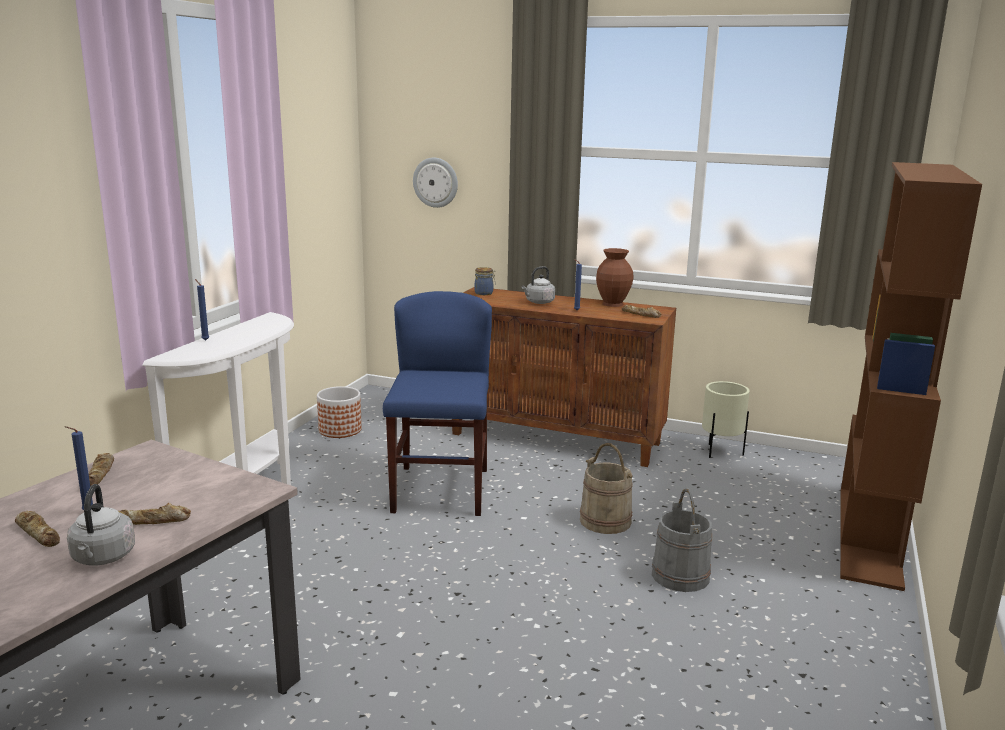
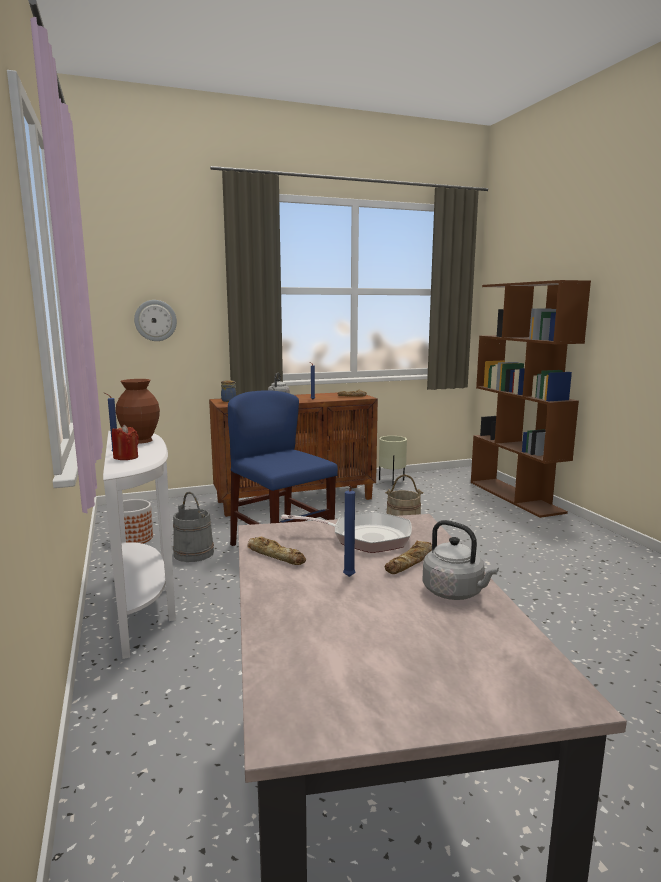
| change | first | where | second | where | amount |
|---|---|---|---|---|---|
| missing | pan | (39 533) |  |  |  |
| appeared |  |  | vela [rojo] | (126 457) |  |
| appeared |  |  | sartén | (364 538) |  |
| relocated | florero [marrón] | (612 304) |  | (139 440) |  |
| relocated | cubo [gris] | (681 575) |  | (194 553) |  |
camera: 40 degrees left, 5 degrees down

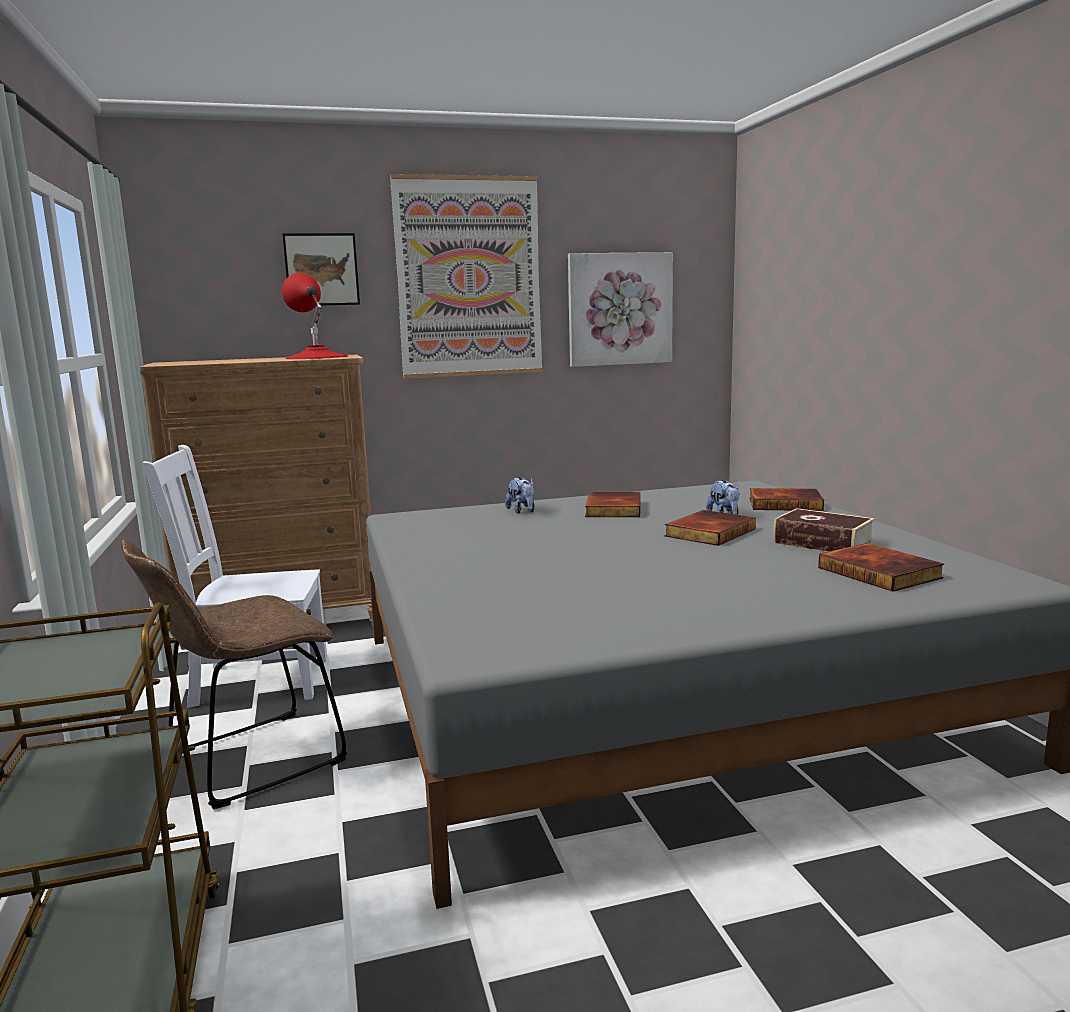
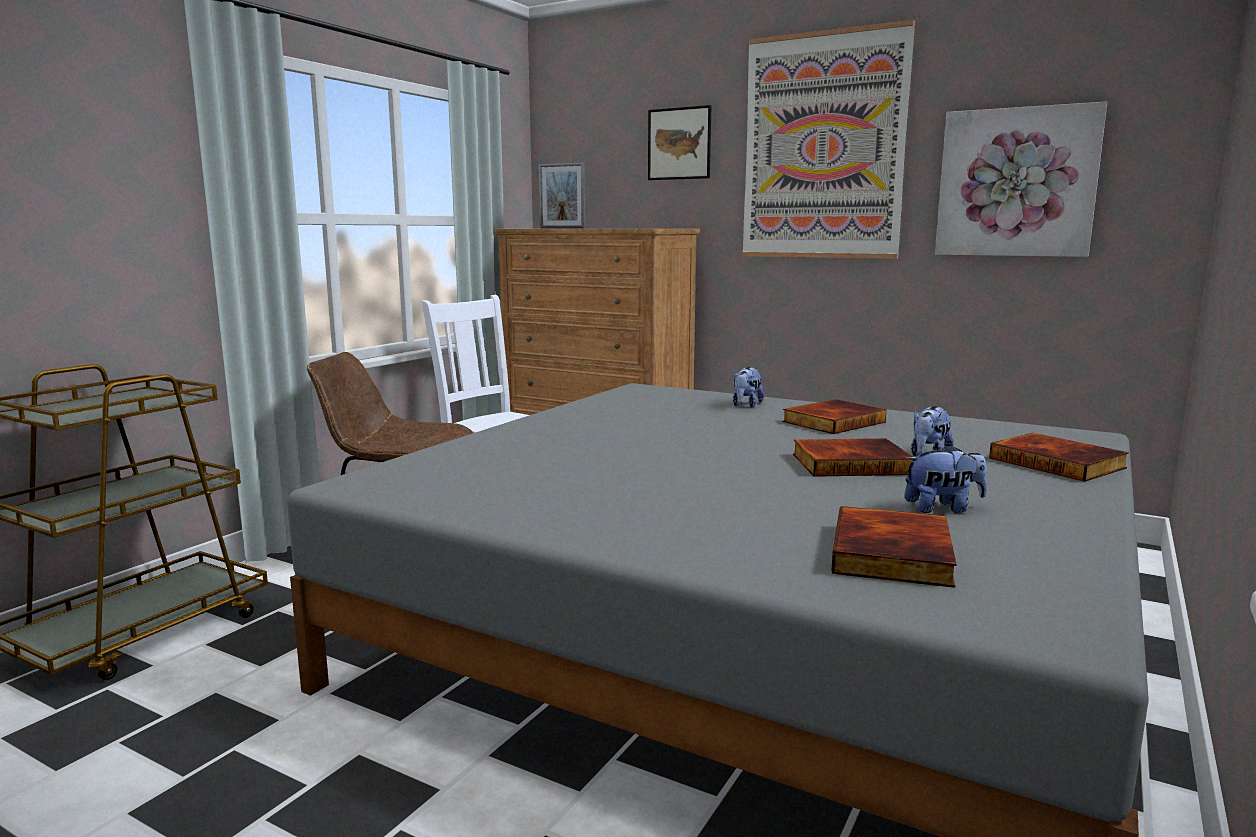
| change | first | where | second | where | amount |
|---|---|---|---|---|---|
| missing | lámpara de mesa [rojo] | (316 357) |  |  |  |
| appeared |  |  | portarretratos | (562 228) |  |
| exchanged | libro | (822 543) | peluche | (943 508) |  |
camera: 45 degrees right, 0 degrees up

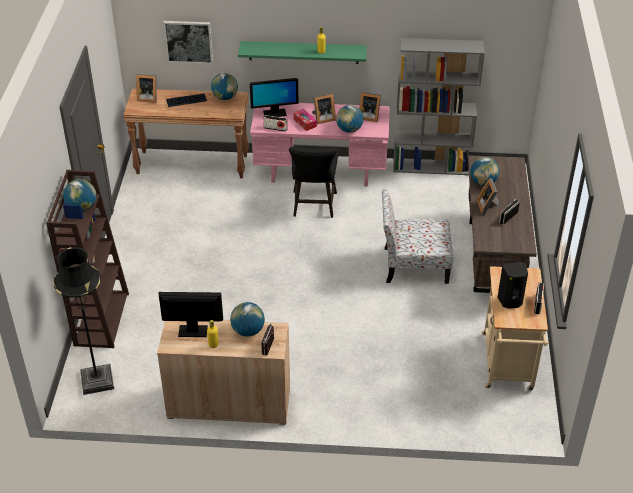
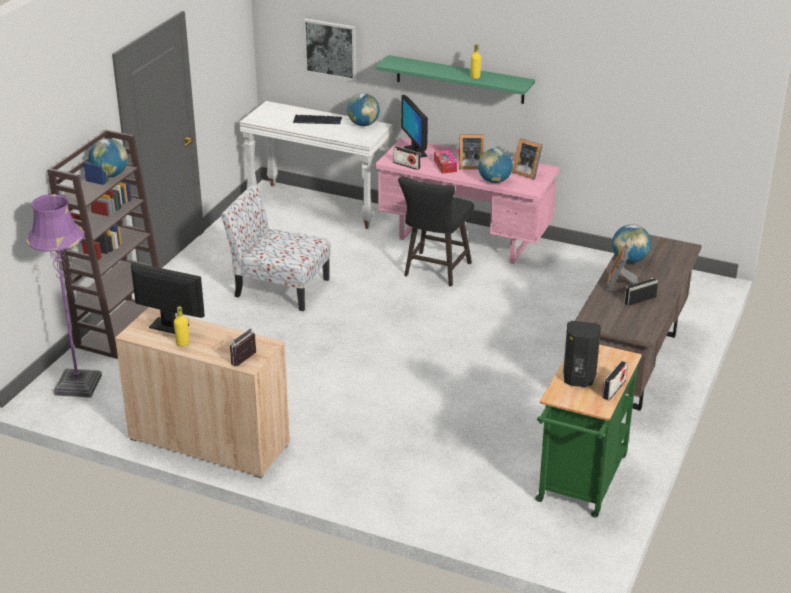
| change | first | where | second | where | amount |
|---|---|---|---|---|---|
| missing | portarretratos | (147 98) |  |  |  |
| missing | globo terráqueo | (248 331) |  |  |  |
| missing | estantería [gris] | (431 166) |  |  |  |
| relocated | silla | (413 265) |  | (279 287) |  |
| colour | lámpara de pie [negro] | (97 380) | lámpara de pie [morado] | (78 385) |  |
| colour | mesa consola [marrón] | (192 164) | mesa consola [blanco] | (319 206) |  |
| colour | carrito [beis] | (507 366) | carrito [verde] | (580 484) |  |
| spun | monitor | (274 113) |  | (415 151) | 60 degrees clockwise |
camera: 20 degrees right, 10 degrees down

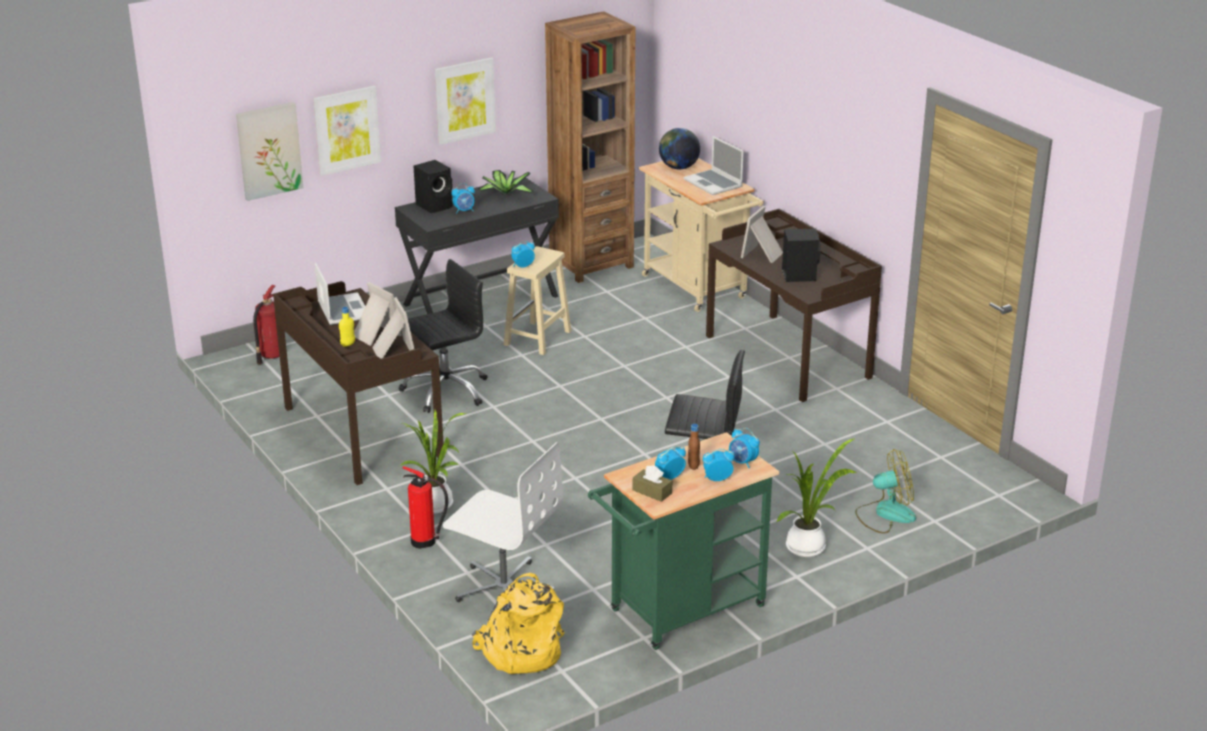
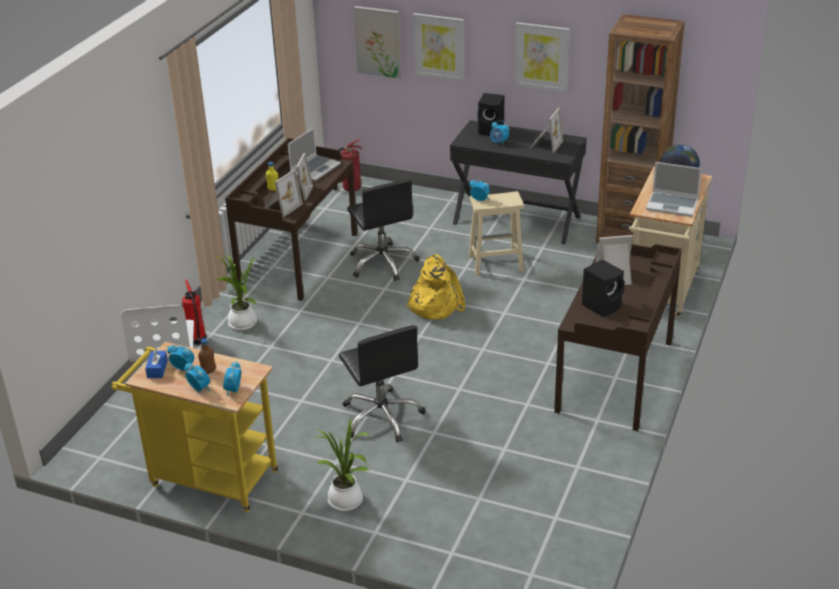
| change | first | where | second | where | amount |
|---|---|---|---|---|---|
| missing | ventilador | (885 514) |  |  |  |
| relocated | mochila [amarillo] | (520 651) |  | (434 305) |  |
| exchanged | planta en maceta | (504 194) | portarretratos | (546 144) |  |
| colour | carrito [verde] | (679 612) | carrito [amarillo] | (207 477) |  |
| colour | caja de pañuelos [marrón] | (652 492) | caja de pañuelos [azul] | (157 369) |  |
| spun | silla de oficina [negro] | (446 390) |  | (383 263) | 45 degrees clockwise |
| spun | portátil | (714 183) |  | (673 205) | 90 degrees counterclockwise |
camera: 55 degrees right, 5 degrees up

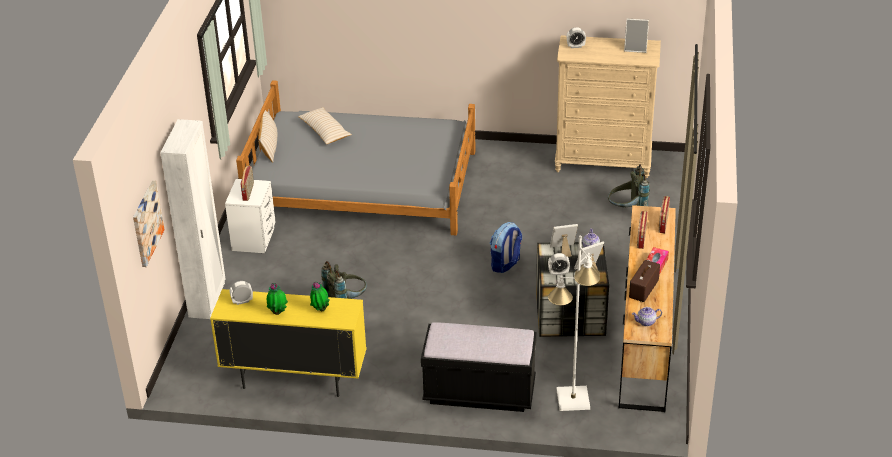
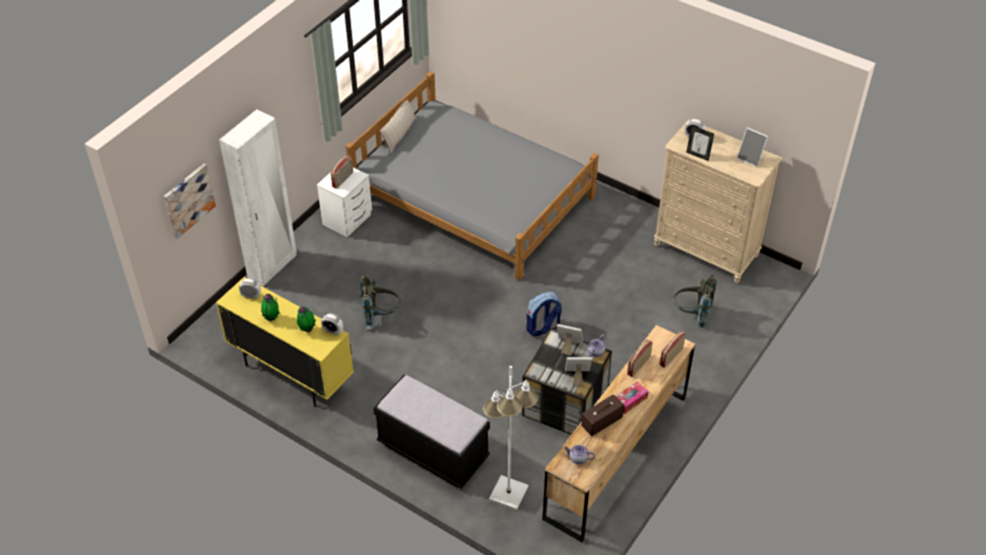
| change | first | where | second | where | amount |
|---|---|---|---|---|---|
| missing | cojín [beis] | (325 131) |  |  |  |
| appeared |  |  | portarretratos | (698 155) |  |
| relocated | despertador | (558 273) |  | (333 331) |  |
camera: 25 degrees right, 10 degrees up

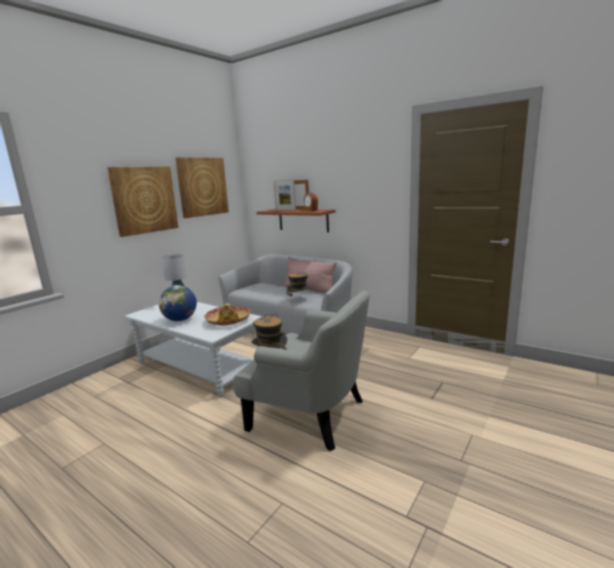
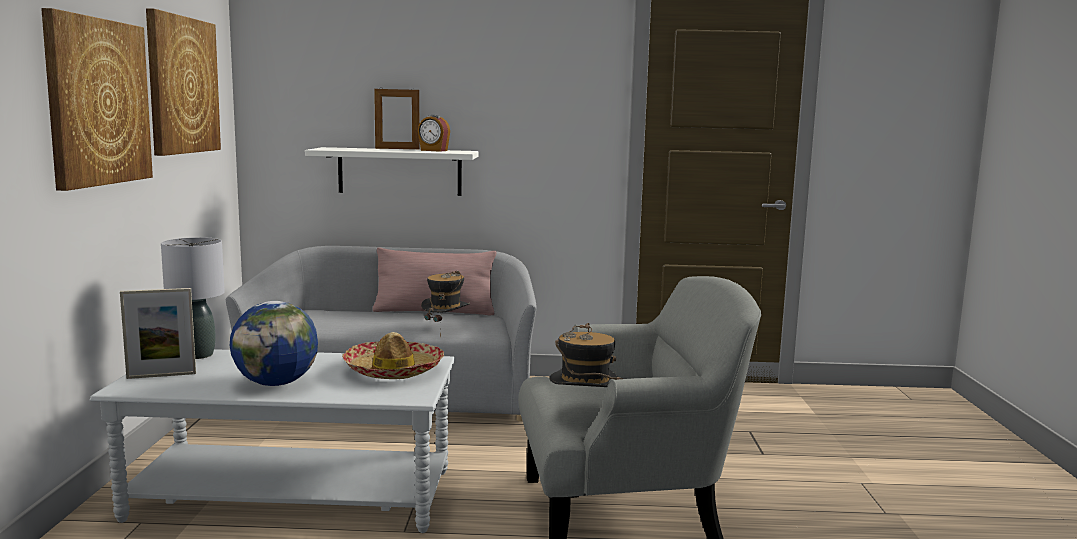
| change | first | where | second | where | amount |
|---|---|---|---|---|---|
| relocated | portarretratos | (285 210) |  | (161 375) |  |
| colour | estante [marrón] | (303 220) | estante [blanco] | (400 171) |  |
camera: 35 degrees left, 5 degrees down

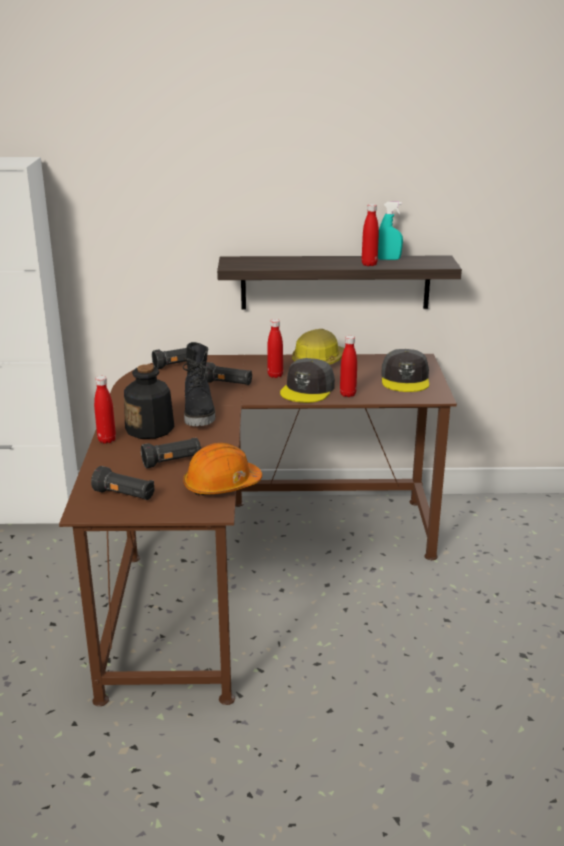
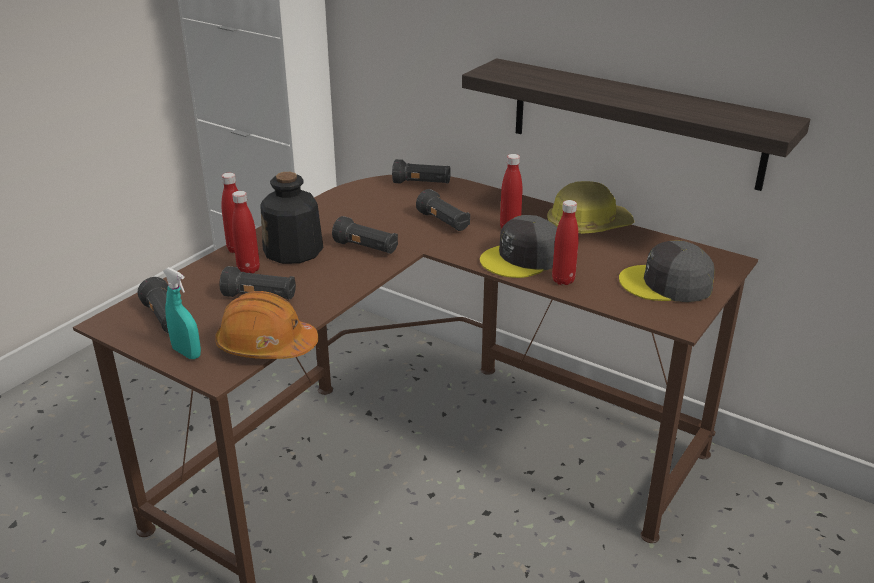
| change | first | where | second | where | amount |
|---|---|---|---|---|---|
| relocated | botella [rojo] | (369 264) |  | (248 270) |  |
| relocated | pulverizador [turquesa] | (389 259) |  | (187 353) |  |
| exchanged | bota [negro] | (199 413) | linterna [negro] | (366 248) |  |
| spun | gorra [gris] | (405 379) |  | (667 284) | 60 degrees clockwise |
camera: 35 degrees right, 5 degrees up

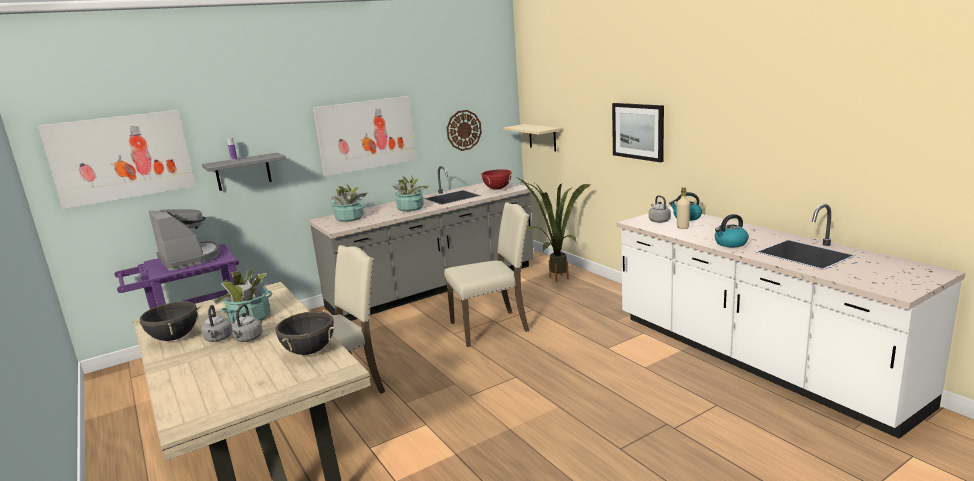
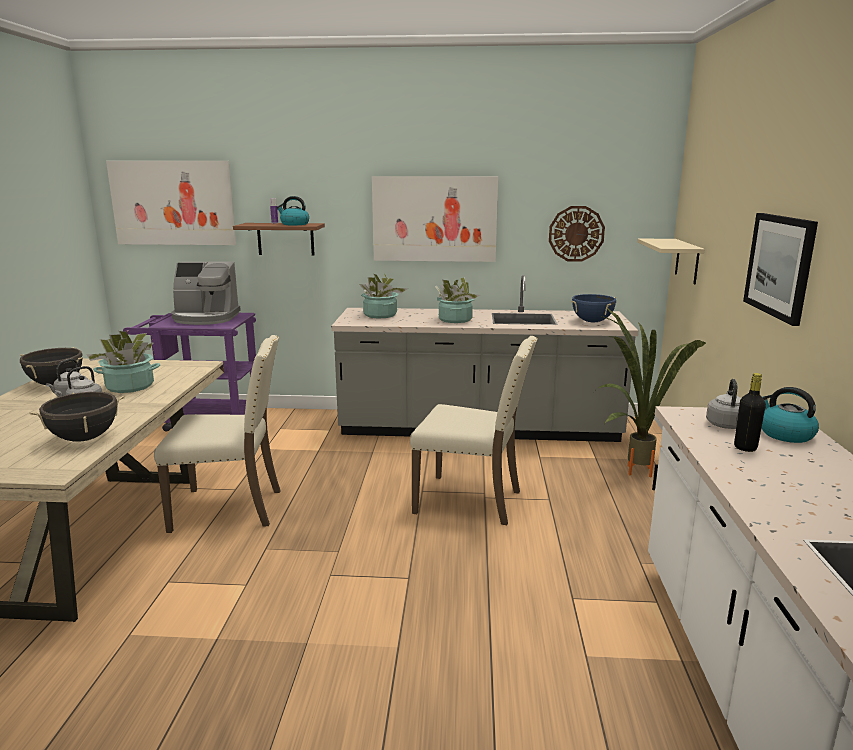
| change | first | where | second | where | amount |
|---|---|---|---|---|---|
| relocated | hervidor | (730 243) |  | (294 224) |  |
| colour | estante [gris] | (243 172) | estante [marrón] | (285 239) |  |
| colour | olla [rojo] | (497 189) | olla [azul] | (592 321) |  |
| colour | botella [beis] | (682 227) | botella [negro] | (745 447) |  |
| spun | cafetera | (189 258) |  | (205 318) | 90 degrees clockwise |
camera: 35 degrees right, 0 degrees up

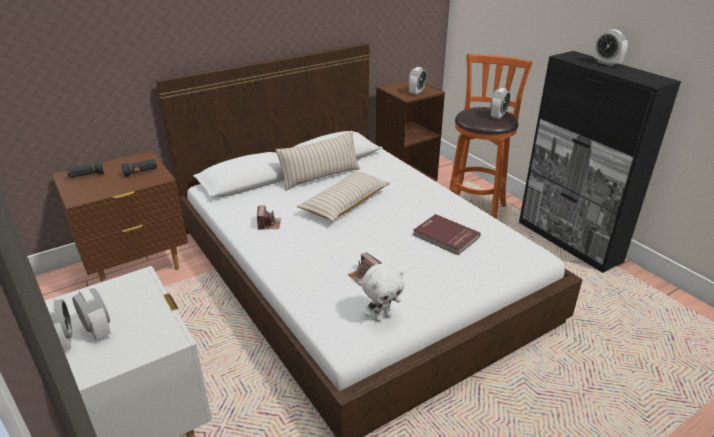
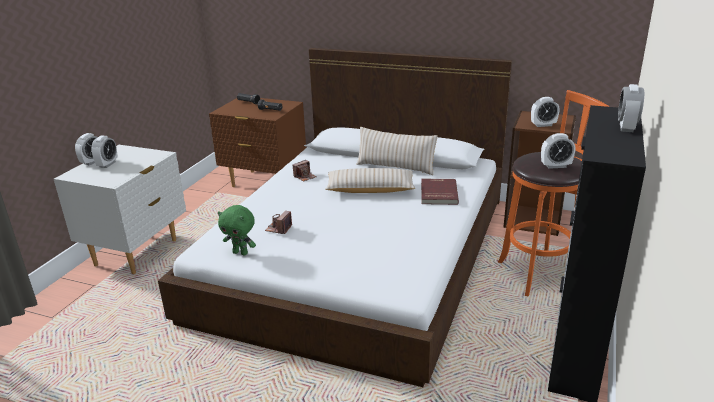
| change | first | where | second | where | amount |
|---|---|---|---|---|---|
| relocated | libro [rojo] | (445 236) |  | (438 193) |  |
| colour | peluche [blanco] | (381 317) | peluche [verde] | (241 253) |  |
camera: 55 degrees right, 5 degrees down

